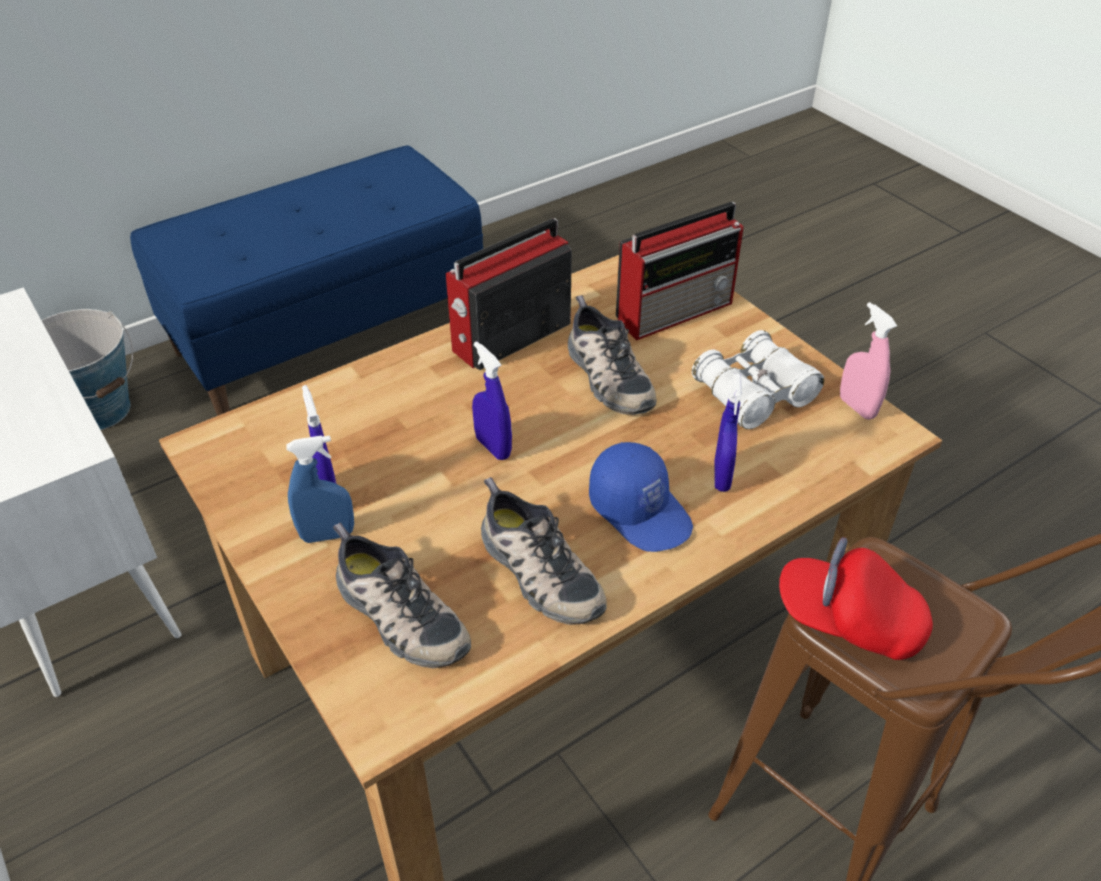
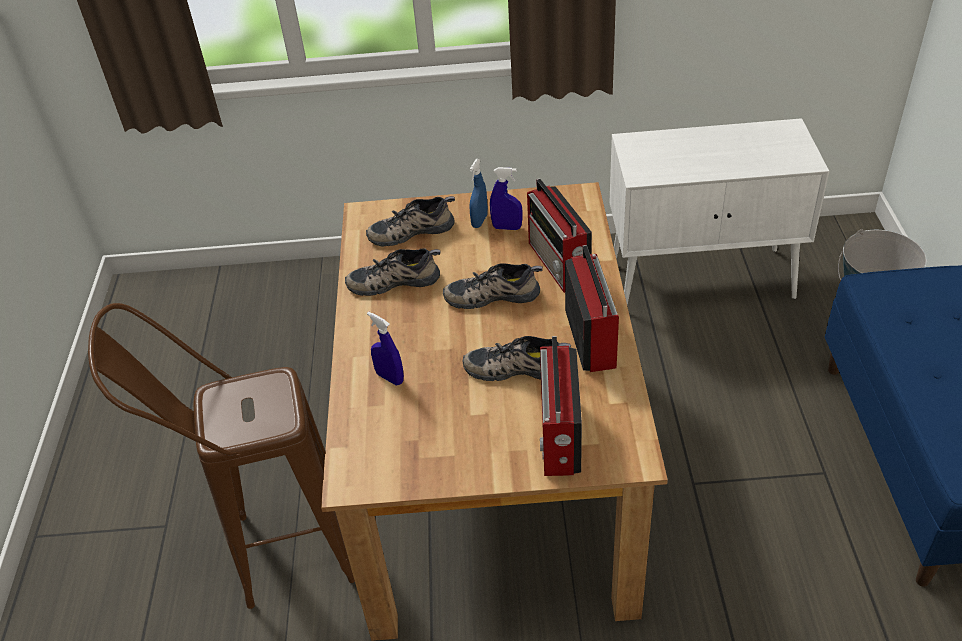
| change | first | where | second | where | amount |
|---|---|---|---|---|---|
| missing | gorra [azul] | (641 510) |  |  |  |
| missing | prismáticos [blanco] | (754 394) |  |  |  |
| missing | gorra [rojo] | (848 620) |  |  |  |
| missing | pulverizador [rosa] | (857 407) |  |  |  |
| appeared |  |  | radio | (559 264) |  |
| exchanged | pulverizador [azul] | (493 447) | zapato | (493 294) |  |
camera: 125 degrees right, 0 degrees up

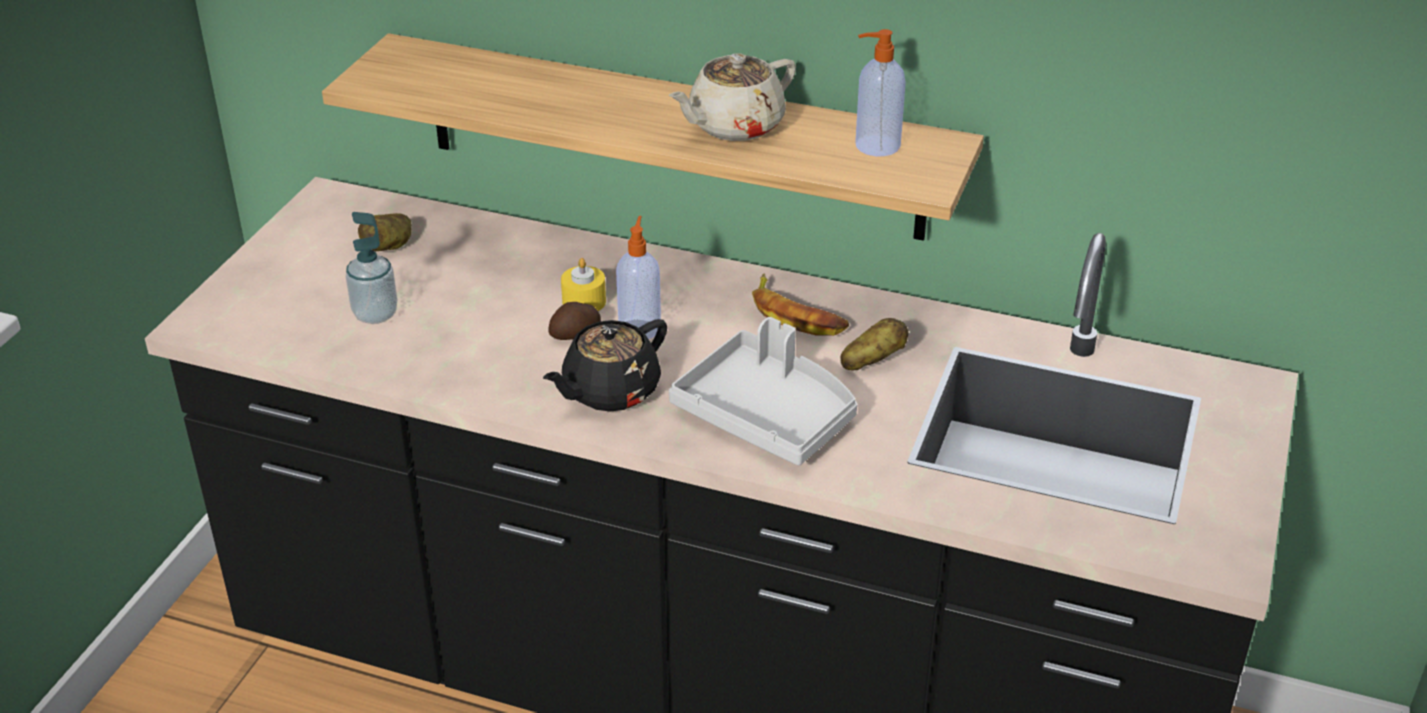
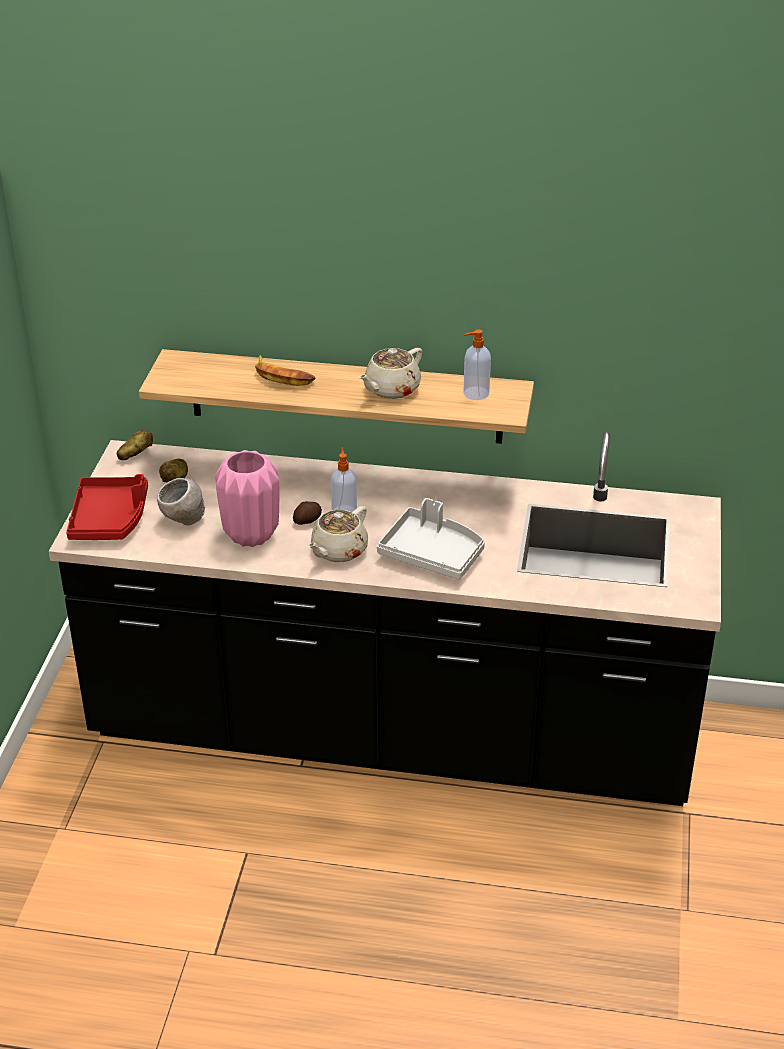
| change | first | where | second | where | amount |
|---|---|---|---|---|---|
| missing | vela [amarillo] | (584 301) |  |  |  |
| appeared |  |  | bandeja [rojo] | (110 519) |  |
| appeared |  |  | florero [rosa] | (251 535) |  |
| relocated | plátano | (796 315) |  | (283 376) |  |
| relocated | patata | (872 361) |  | (135 454) |  |
| exchanged | dispensador de jabón | (375 314) | cuenco [gris] | (184 521) |  |
| colour | tetera [negro] | (609 391) | tetera [beis] | (338 551) |  |
camera: 10 degrees left, 0 degrees up

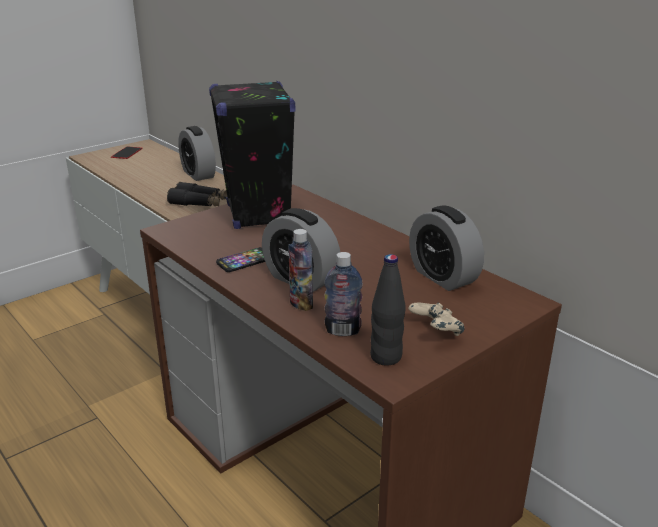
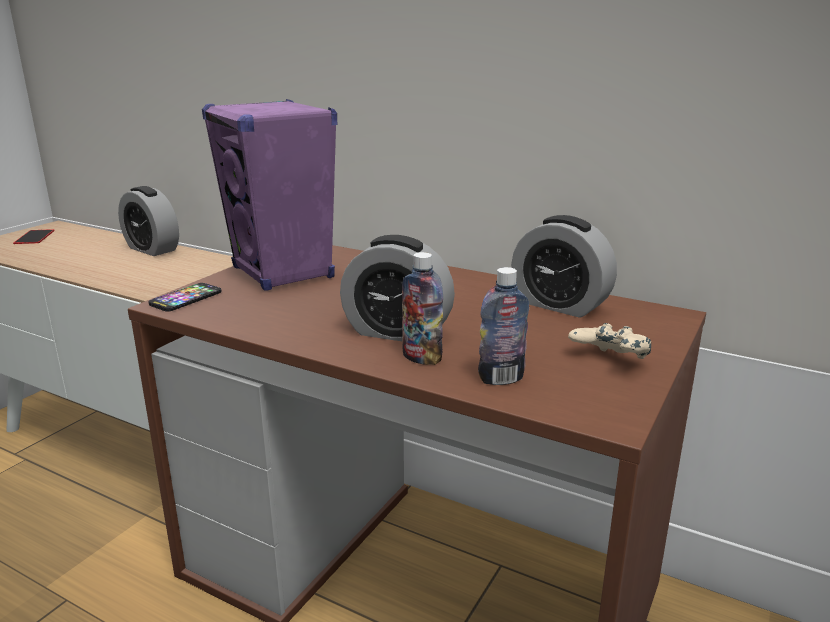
| change | first | where | second | where | amount |
|---|---|---|---|---|---|
| missing | prismáticos [negro] | (200 203) |  |  |  |
| missing | botella [negro] | (386 357) |  |  |  |
| relocated | móvil | (245 261) |  | (186 298) |  |
| colour | altavoz [negro] | (258 215) | altavoz [morado] | (283 273) |  |
camera: 20 degrees left, 5 degrees down

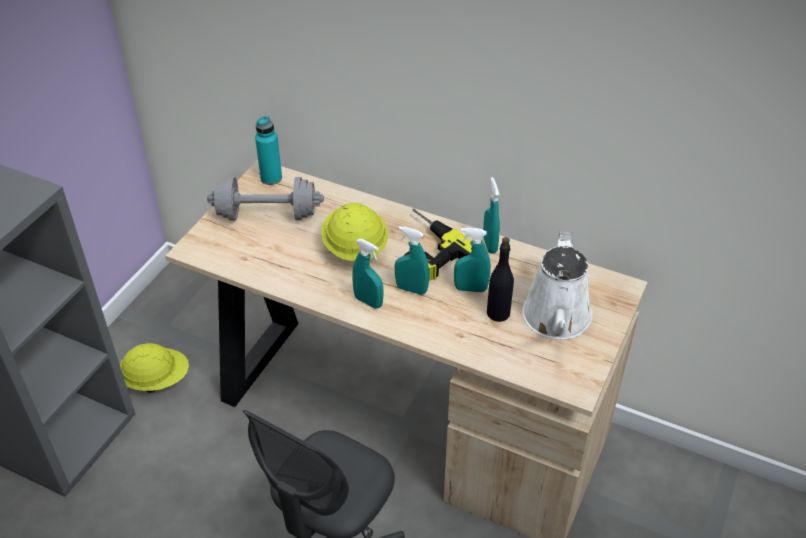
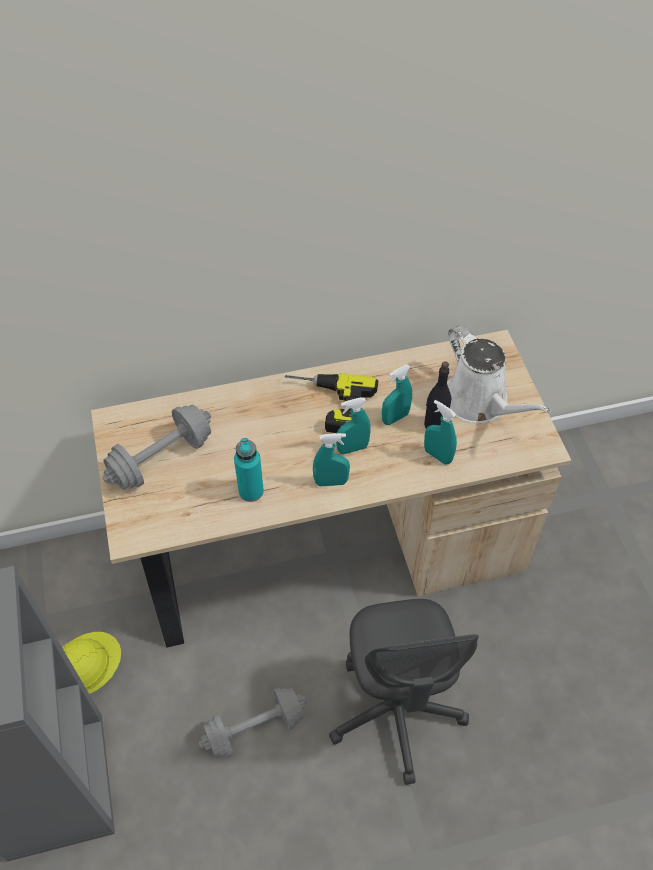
| change | first | where | second | where | amount |
|---|---|---|---|---|---|
| missing | casco [amarillo] | (354 248) |  |  |  |
| appeared |  |  | mancuerna [gris] | (255 728) |  |
| relocated | botella [turquesa] | (271 178) |  | (251 491) |  |
| relocated | pulverizador [turquesa] | (490 244) |  | (437 455) |  |
camera: 40 degrees left, 10 degrees up

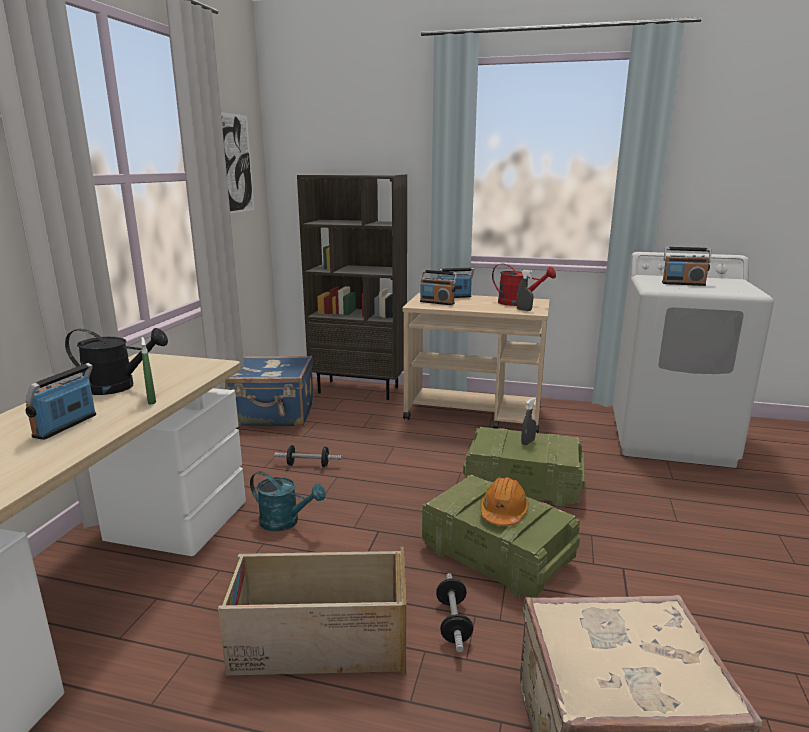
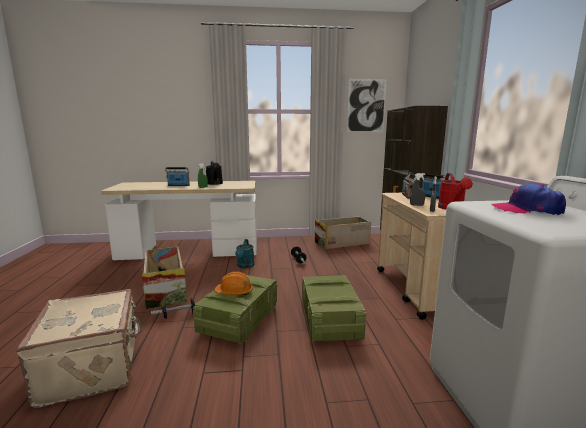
| change | first | where | second | where | amount |
|---|---|---|---|---|---|
| relocated | pulverizador [gris] | (528 442) |  | (416 205) |  |
| exchanged | maleta [azul] | (274 415) | caja de embalaje | (342 243) |  |
| exchanged | radio | (683 284) | gorra | (527 210) |  |
camera: 70 degrees right, 5 degrees down

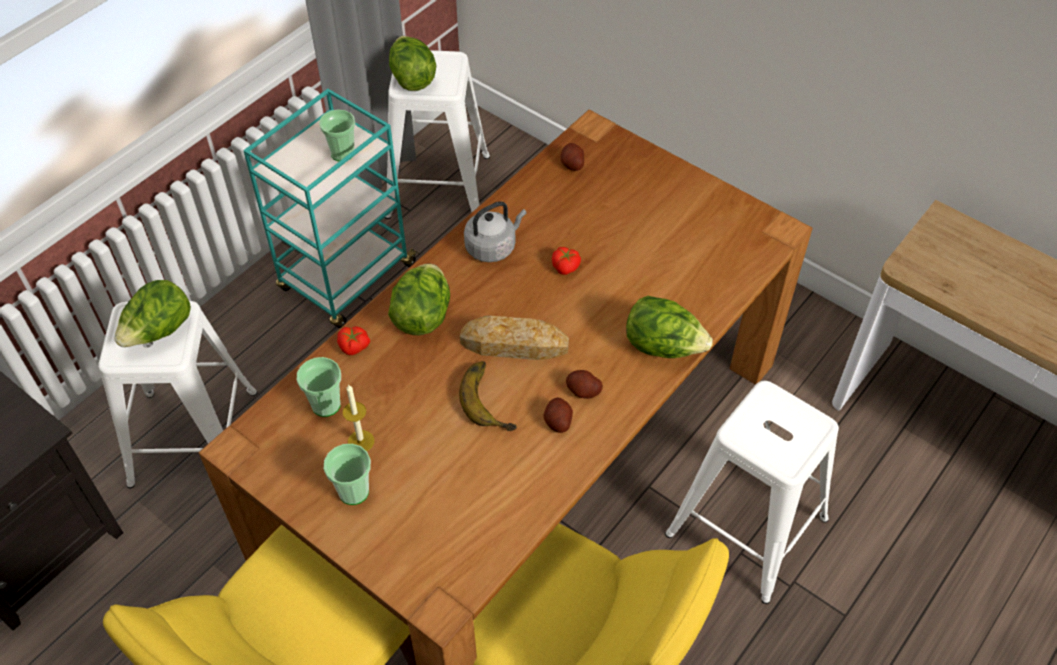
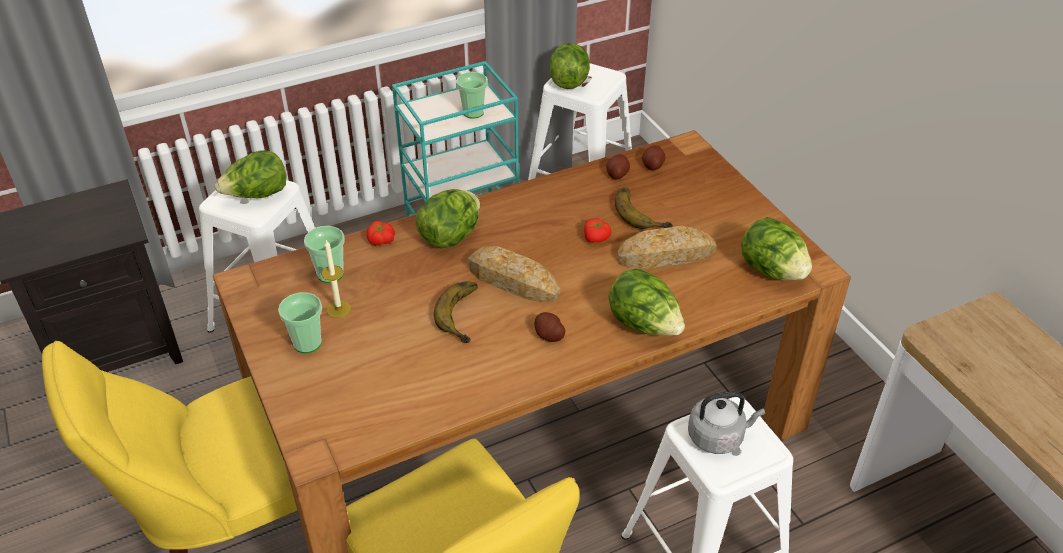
| change | first | where | second | where | amount |
|---|---|---|---|---|---|
| appeared |  |  | plátano | (642 212) |  |
| appeared |  |  | pan | (666 255) |  |
| appeared |  |  | lechuga | (771 270) |  |
| relocated | hervidor [gris] | (493 247) |  | (718 436) |  |
| relocated | patata | (558 421) |  | (617 174) |  |
camera: 25 degrees right, 10 degrees down

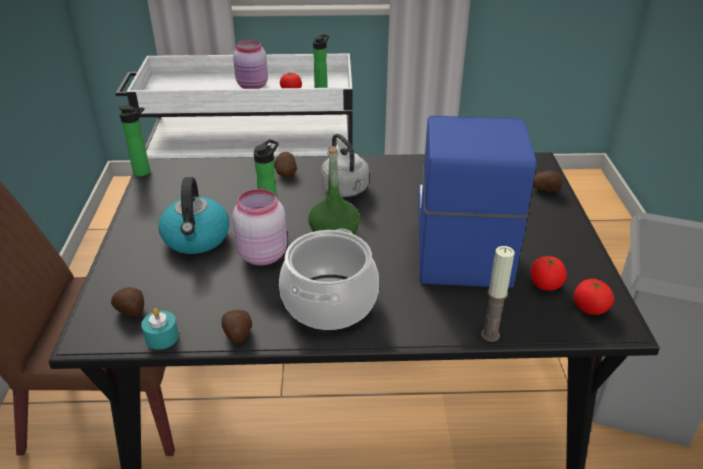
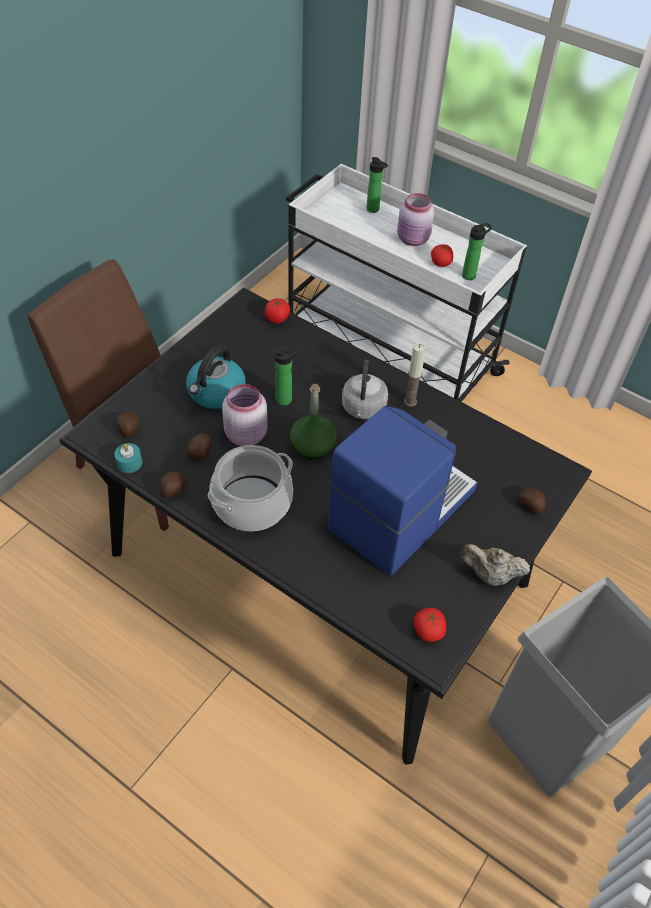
| change | first | where | second | where | amount |
|---|---|---|---|---|---|
| appeared |  |  | tetera [beis] | (489 575) |  |
| relocated | botella | (144 172) |  | (374 210) |  |
| relocated | patata | (285 173) |  | (200 452) |  |
| relocated | vela | (490 335) |  | (410 401) |  |
| relocated | tomate | (545 284) |  | (277 318) |  |
camera: 35 degrees right, 15 degrees up

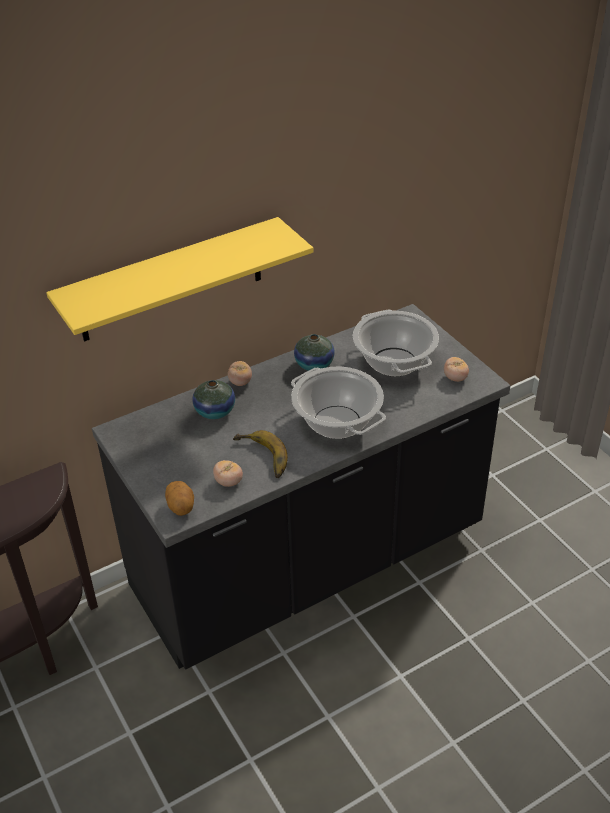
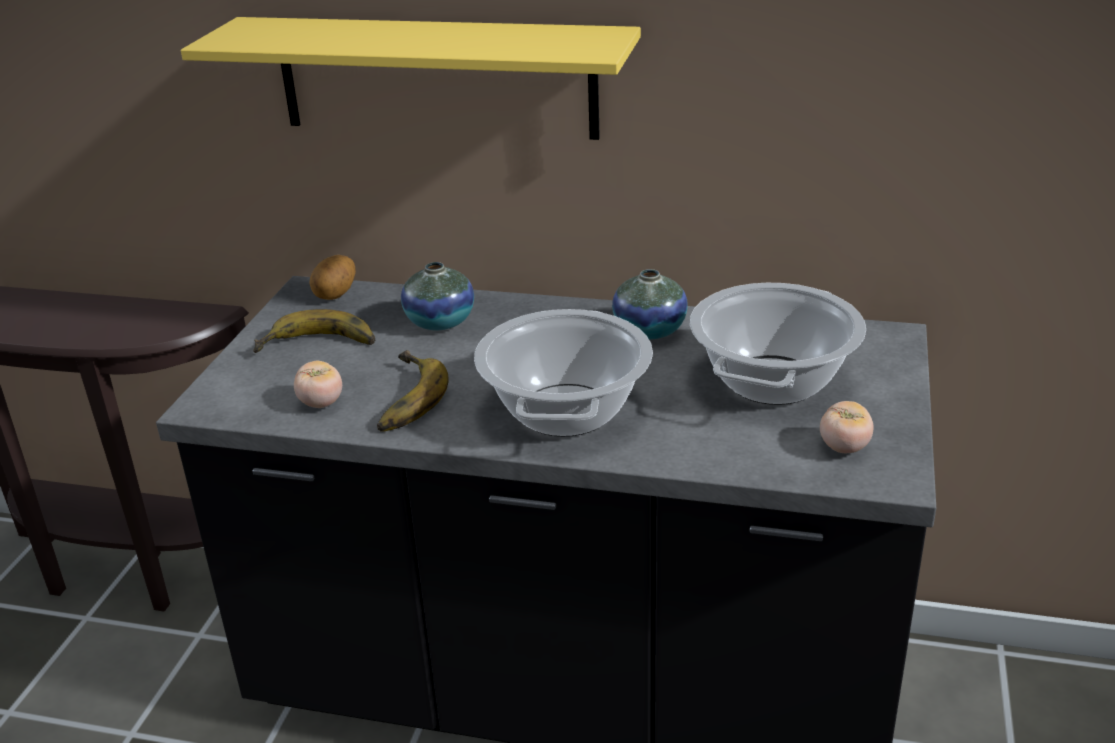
| change | first | where | second | where | amount |
|---|---|---|---|---|---|
| missing | tomate | (240 382) |  |  |  |
| appeared |  |  | plátano | (318 347) |  |
| relocated | patata | (181 507) |  | (336 294) |  |
camera: 45 degrees right, 10 degrees down

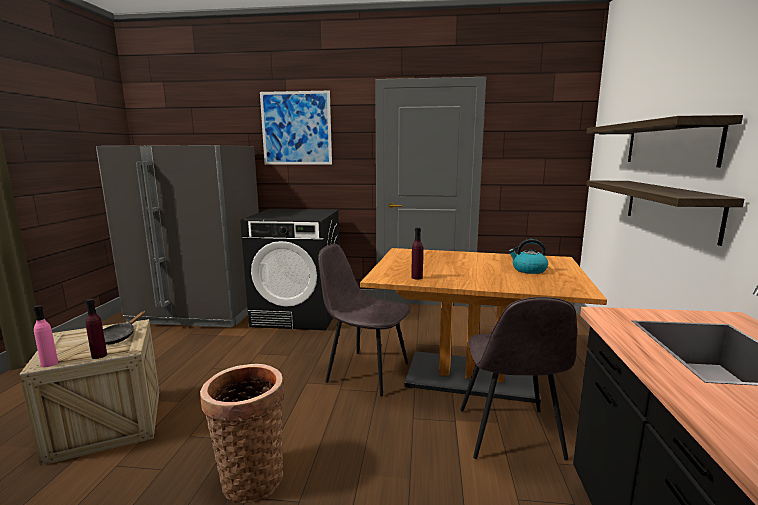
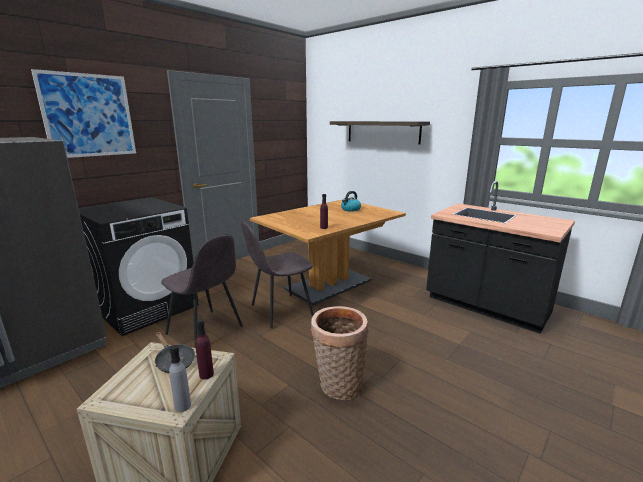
| change | first | where | second | where | amount |
|---|---|---|---|---|---|
| missing | estante | (670 207) |  |  |  |
| relocated | silla [gris] | (510 435) |  | (206 331) |  |
| colour | botella [rosa] | (49 363) | botella [gris] | (183 406) |  |
camera: 55 degrees left, 5 degrees up

